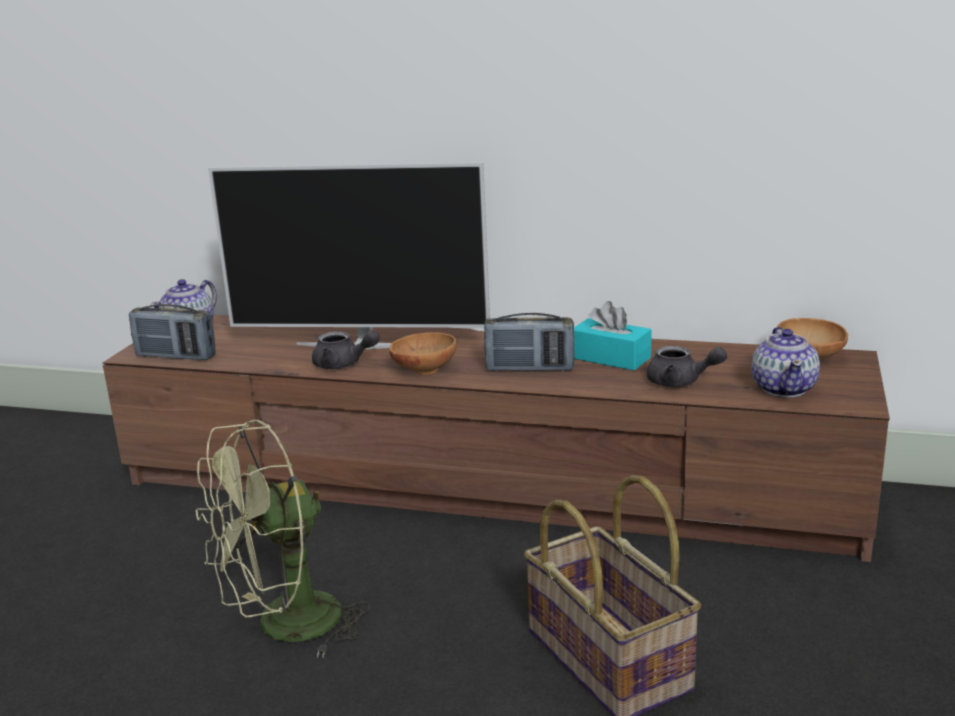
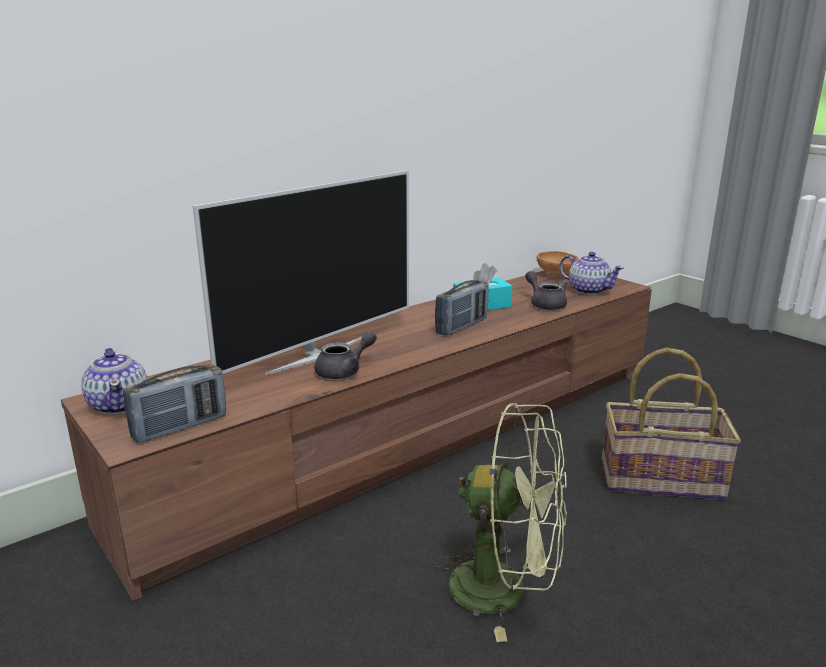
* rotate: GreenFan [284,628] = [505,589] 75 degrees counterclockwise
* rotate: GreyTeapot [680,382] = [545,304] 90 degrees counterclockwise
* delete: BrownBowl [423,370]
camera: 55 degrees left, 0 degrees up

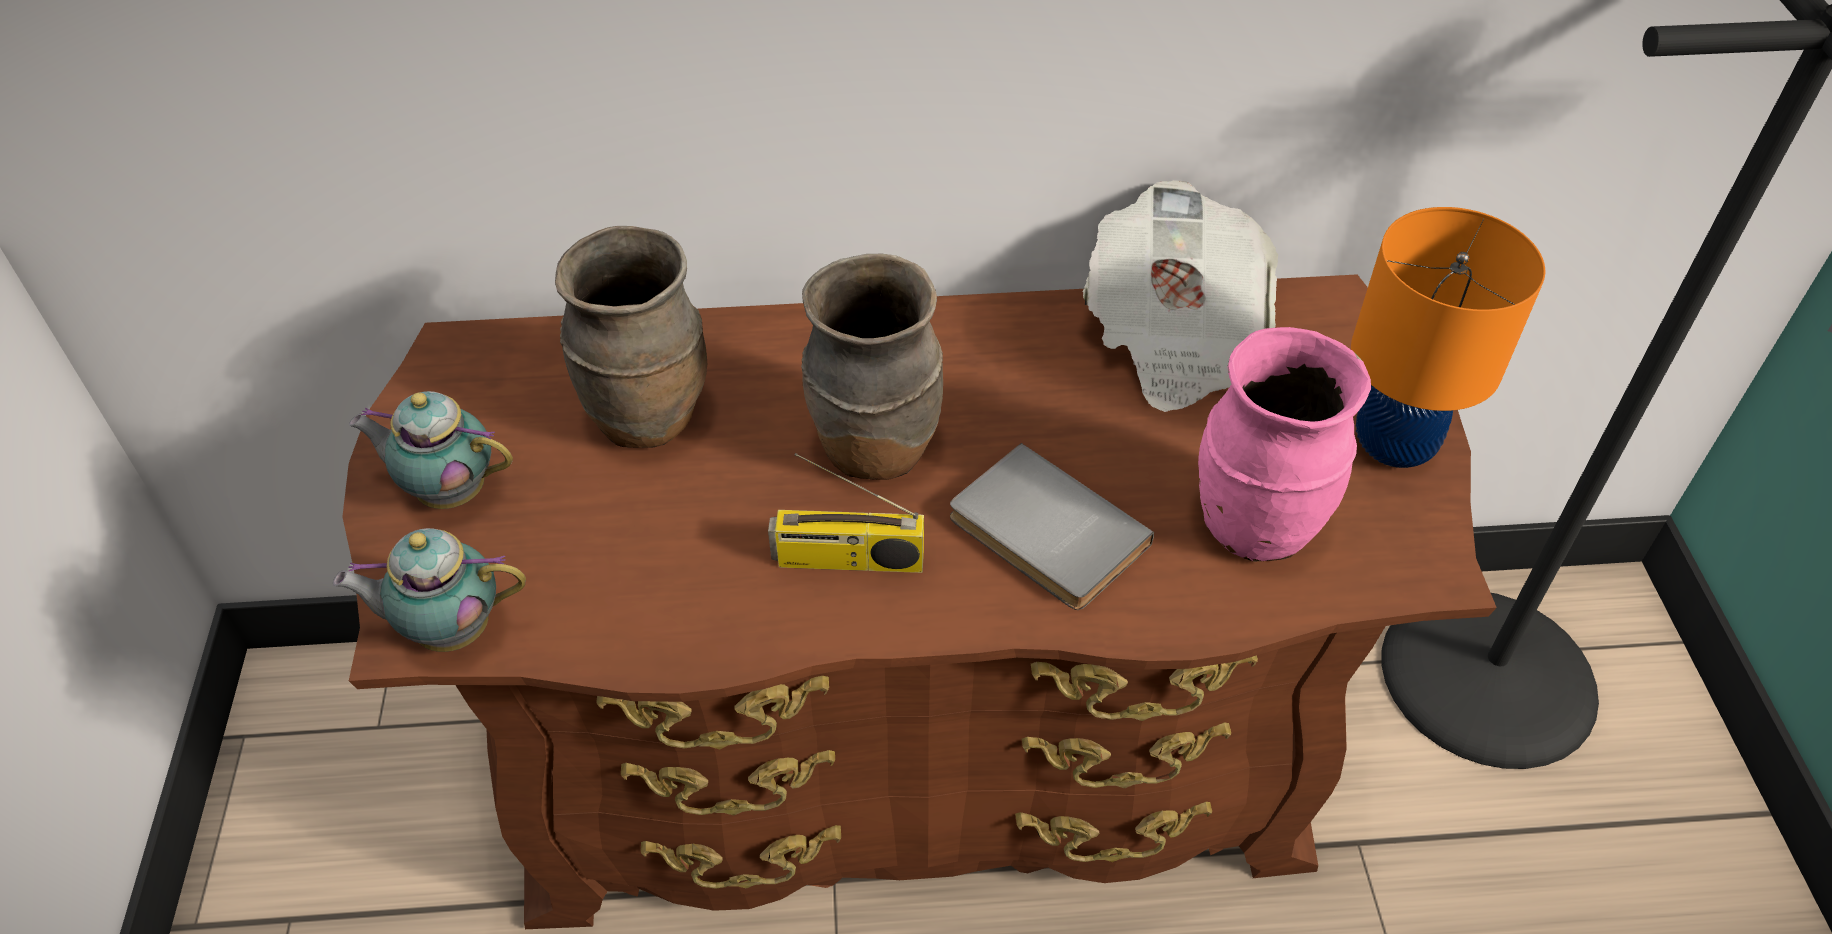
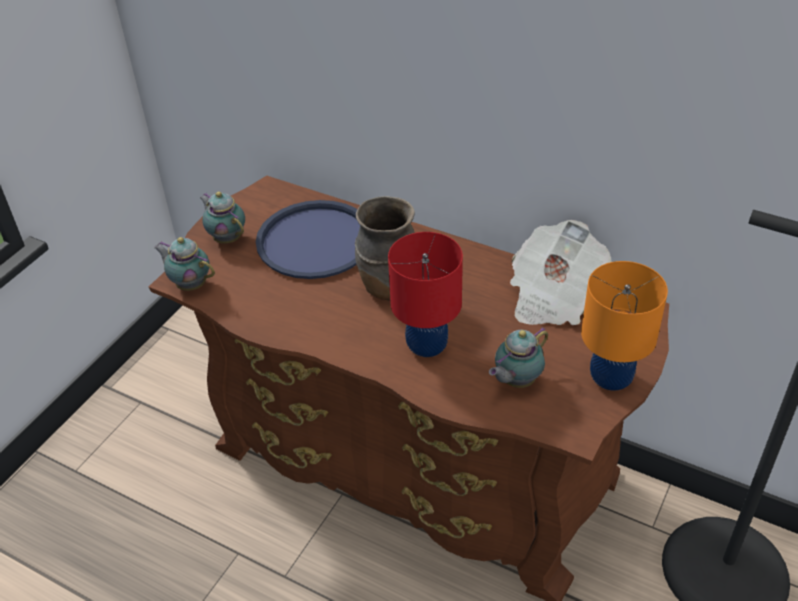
* replace: BrownVase [649,417] to BlueTray [315,240]
* replace: GreyBook [1044,534] to RedTableLamp [425,346]
* replace: PinkVase [1254,524] to Teapot [516,381]
* delete: Radio [847,560]
camera: 35 degrees right, 5 degrees down

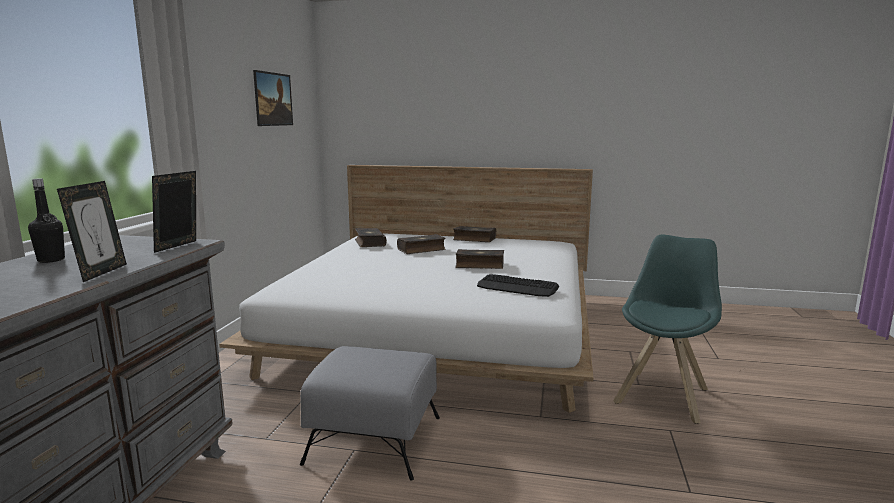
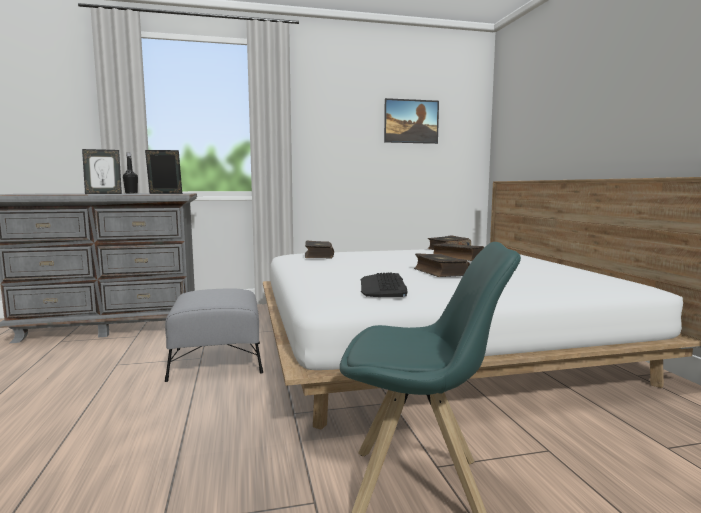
* move: Book [474,239] to [318,256]
camera: 65 degrees right, 5 degrees down

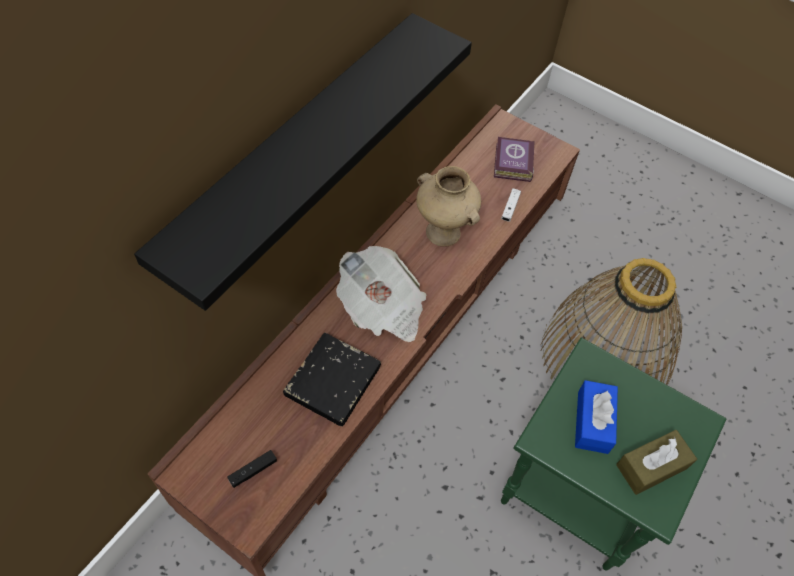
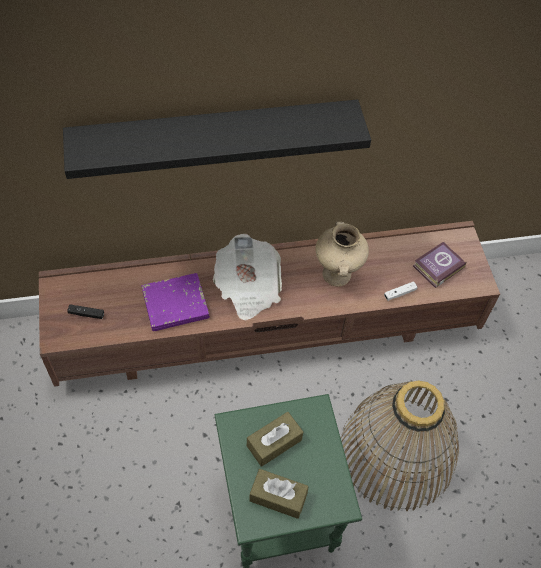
* recolor: BlackBook [333,381] to PurpleBook [175,304]
* recolor: BlueTissueBox [592,422] to BrownTissueBox [274,443]
camera: 45 degrees right, 0 degrees up

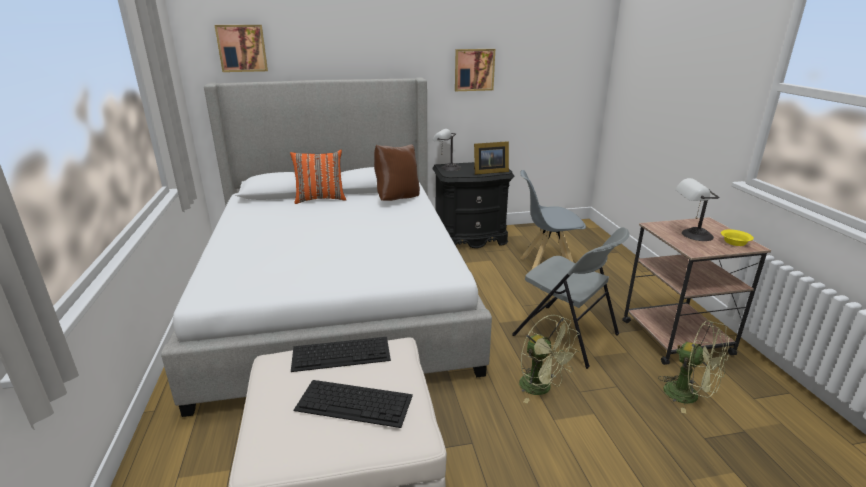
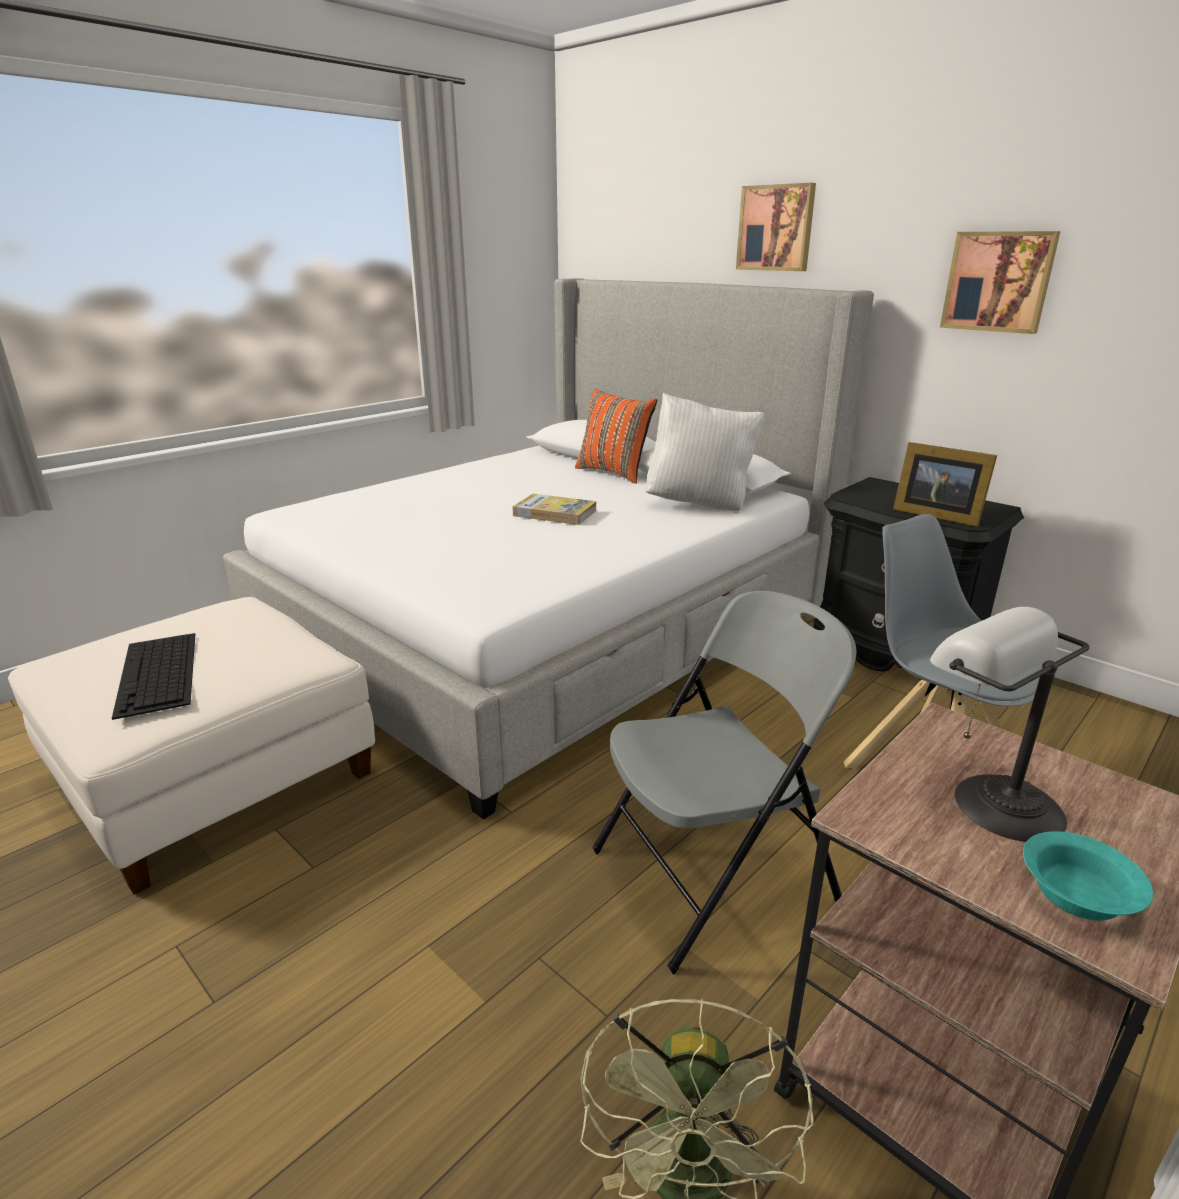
* insert: Book [554,513]
* rotate: GreyChair [565,335] = [713,876] 120 degrees counterclockwise
* recolor: BrownPillow [397,199] to WhitePillow [700,504]
* move: Picture [242,48] to [776,228]
* recolor: YellowBowl [734,242] to TurquoiseBowl [1079,894]
* delete: Keyboard [342,353]
* delete: TableLamp [447,167]
* delete: GreenFan [541,388]
camera: 55 degrees right, 0 degrees up

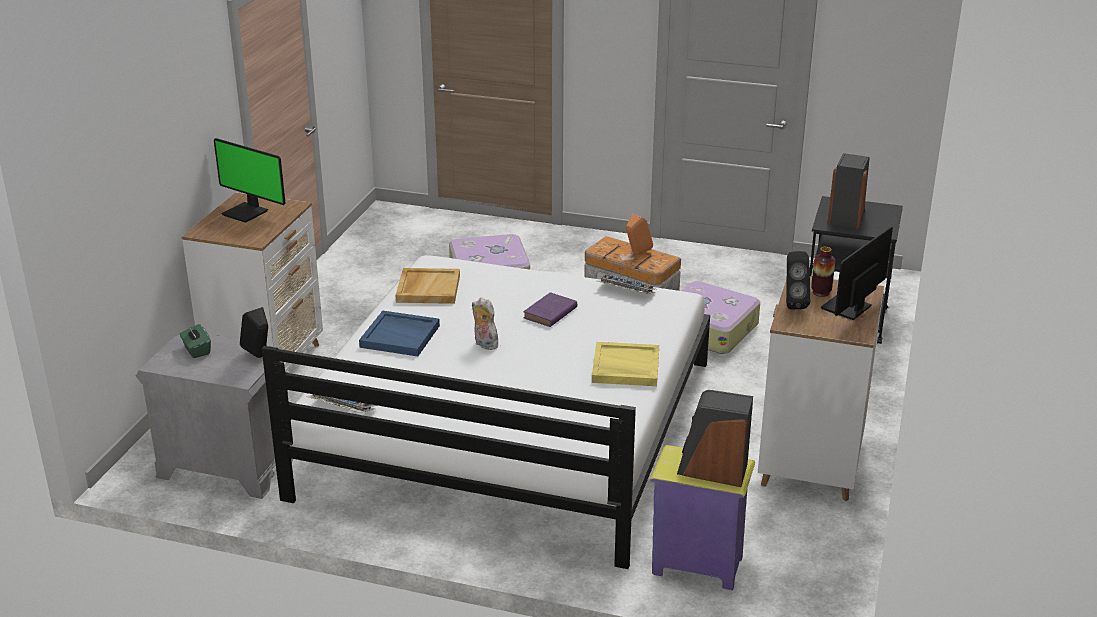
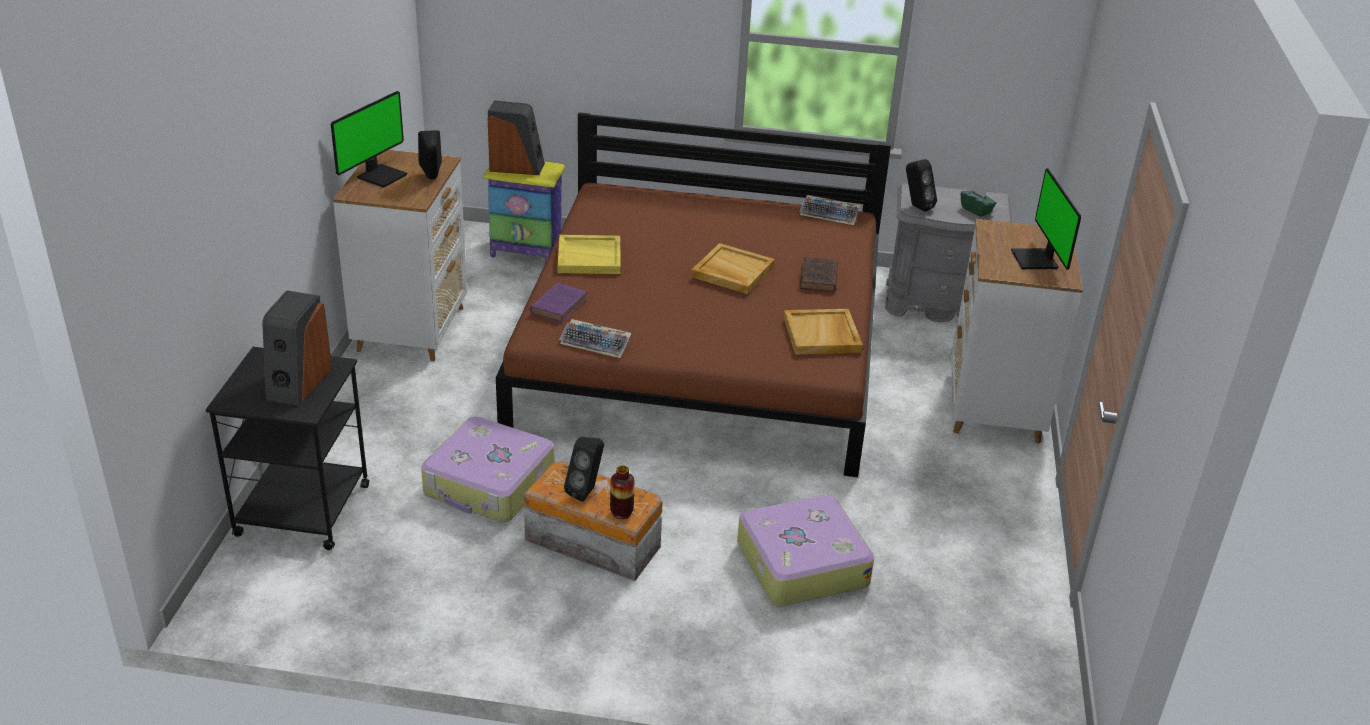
* recolor: WhiteBed [508,427] to BrownBed [703,348]
* move: PurpleBook [549,313] to [559,305]
* recolor: OrangeSpeaker [636,254] to BlackSpeaker [586,491]
* move: Vase [821,292] to [621,513]
* replace: PlushToy [484,344] to BeigeTray [732,271]
* replace: BlueTray [401,336] to BrownBook [818,278]
* rotate: Monitor [247,212] = [1037,260] 120 degrees counterclockwise
camera: 170 degrees right, 5 degrees up

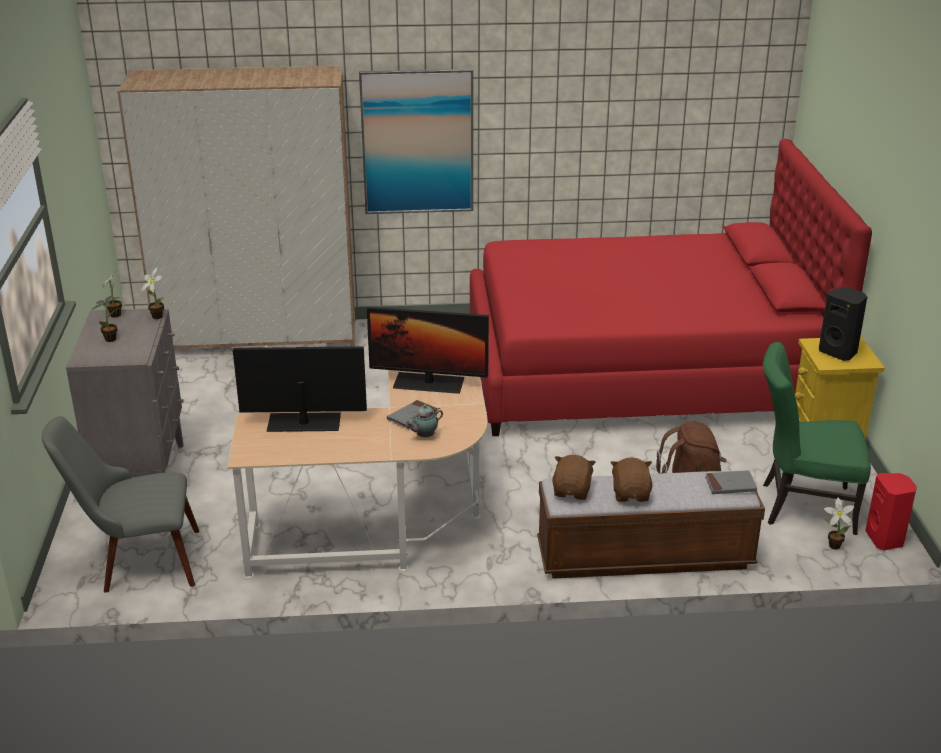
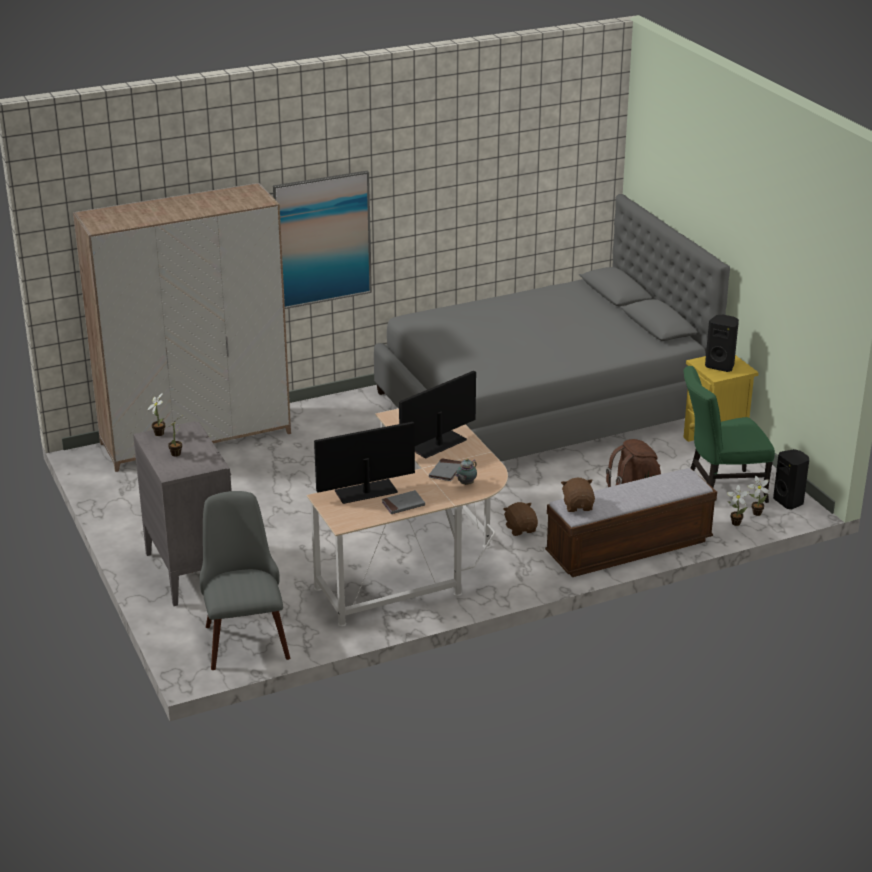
* rotate: GreyChair [136,562] = [244,634] 105 degrees clockwise
* recolor: RedBed [643,369] to GreyBed [544,407]
* move: GreyBook [730,485] to [403,504]
* rotate: Monitor [428,383] = [438,444] 150 degrees clockwise
* move: BrownPlushToy [631,494] to [521,529]
* move: PottedPlant [157,316] to [734,522]
* recolor: RedSpeaker [885,539] to BlackSpeaker [789,501]
camera: 20 degrees left, 0 degrees up

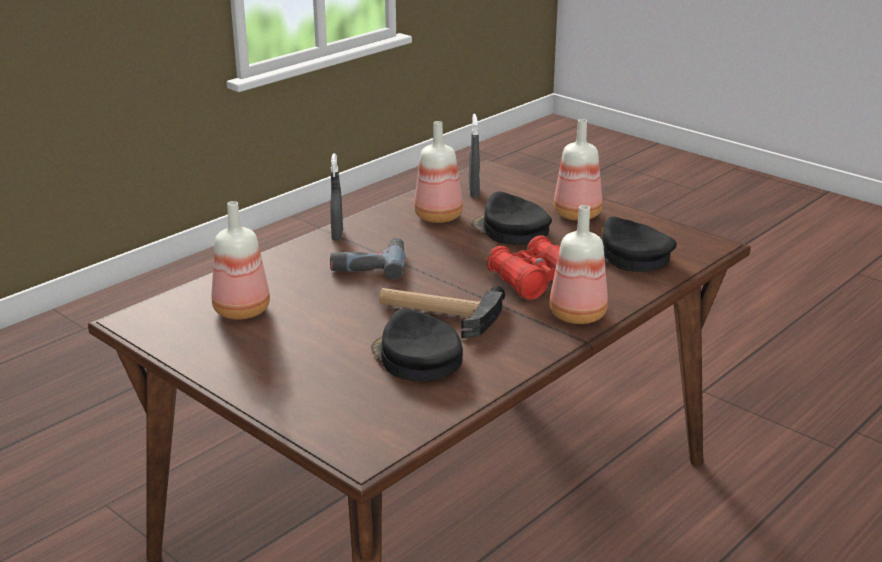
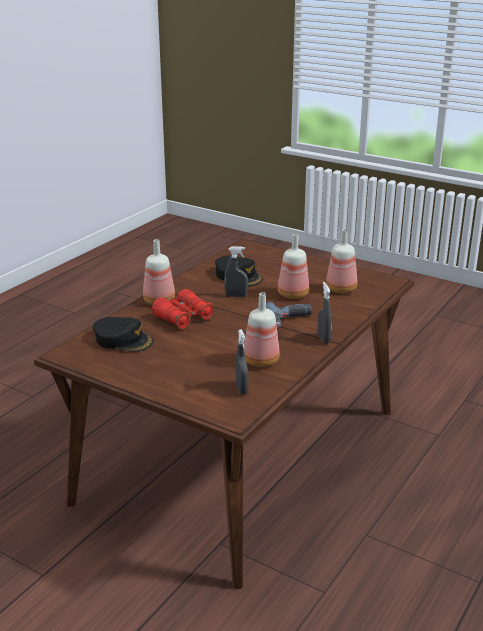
* replace: Hammer [437,313] to GreySprayBottle [236,296]
* move: Bottle [578,214] to [292,295]
* delete: BlackCap [510,230]
camera: 170 degrees right, 0 degrees up

